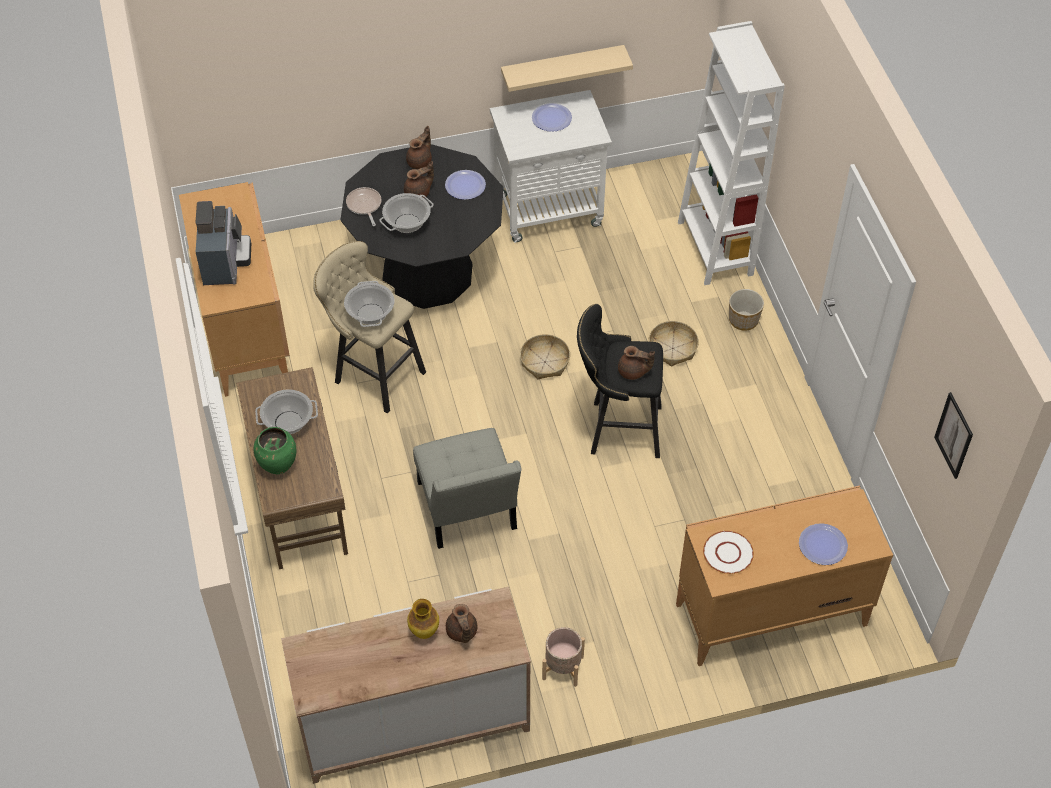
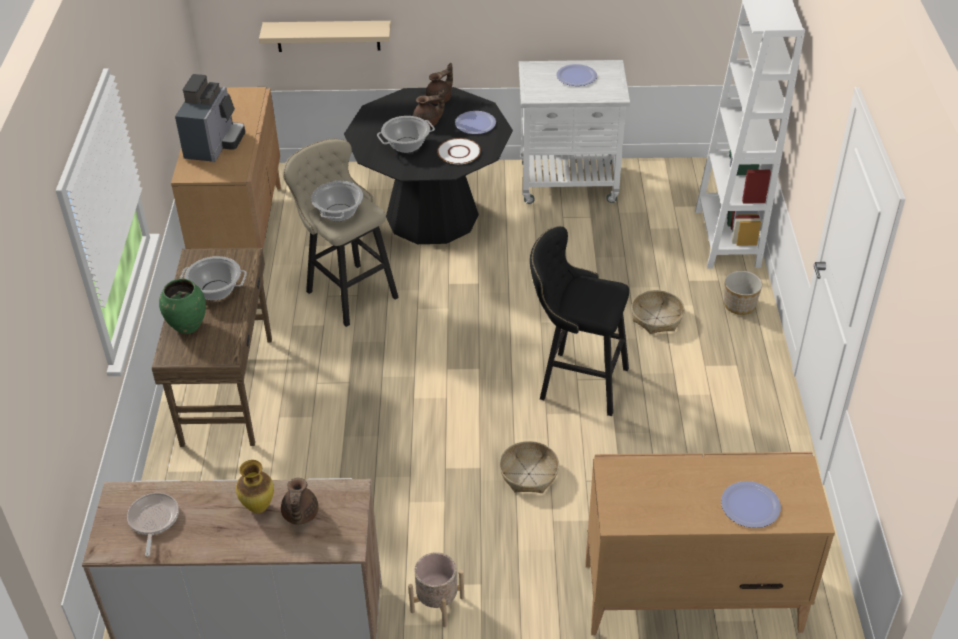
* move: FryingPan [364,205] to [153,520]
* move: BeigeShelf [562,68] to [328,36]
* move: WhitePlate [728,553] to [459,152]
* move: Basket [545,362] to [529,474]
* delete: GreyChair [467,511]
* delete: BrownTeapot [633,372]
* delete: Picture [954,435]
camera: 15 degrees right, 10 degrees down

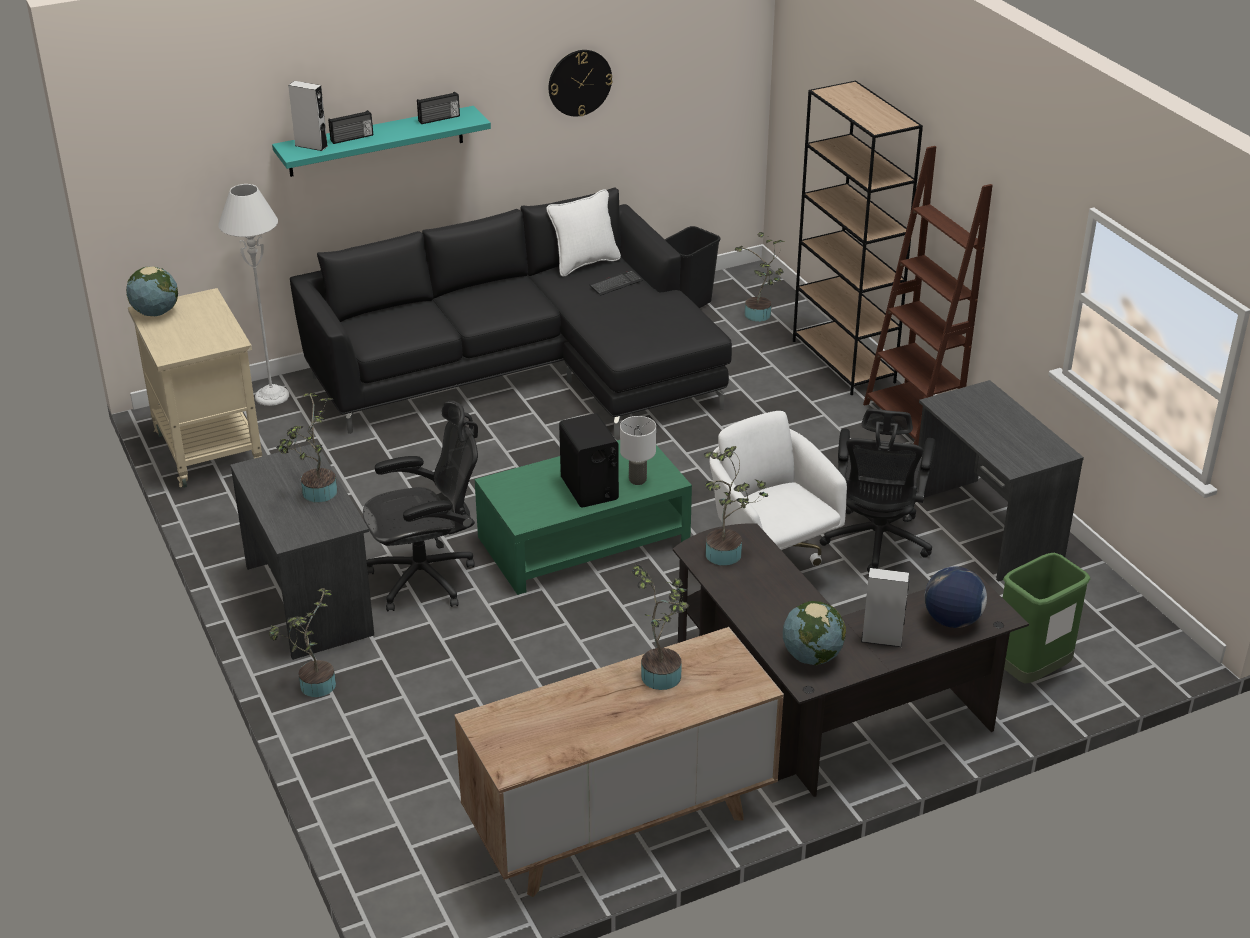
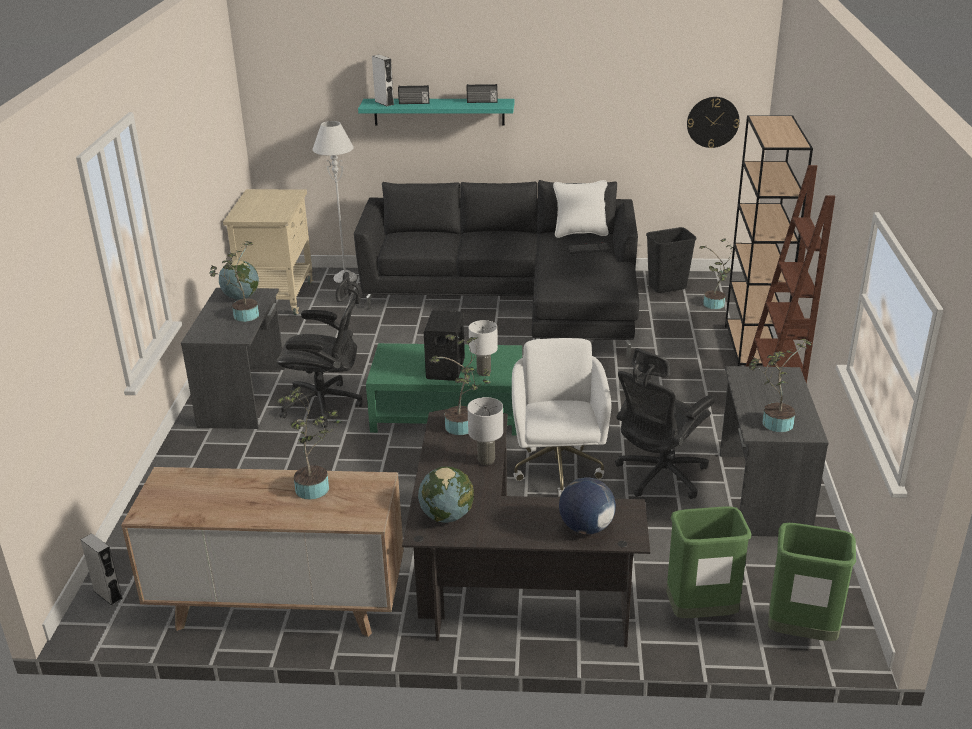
* move: GreySpeaker [881,639] to [108,595]
* move: Globe [155,313] to [241,297]
* insert: WhiteTableLamp [486,460]
* move: WallClock [579,82] to [712,122]
* move: PottedPlant [313,686] to [773,423]
* insert: GreenTrashCan [800,633]
camera: 30 degrees right, 5 degrees down

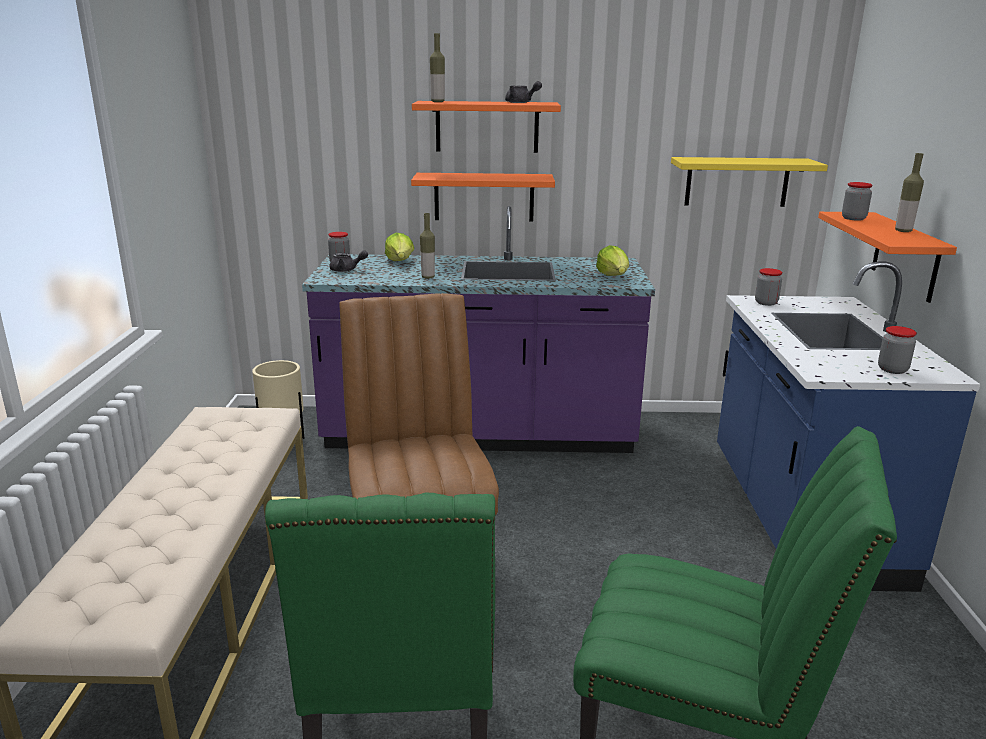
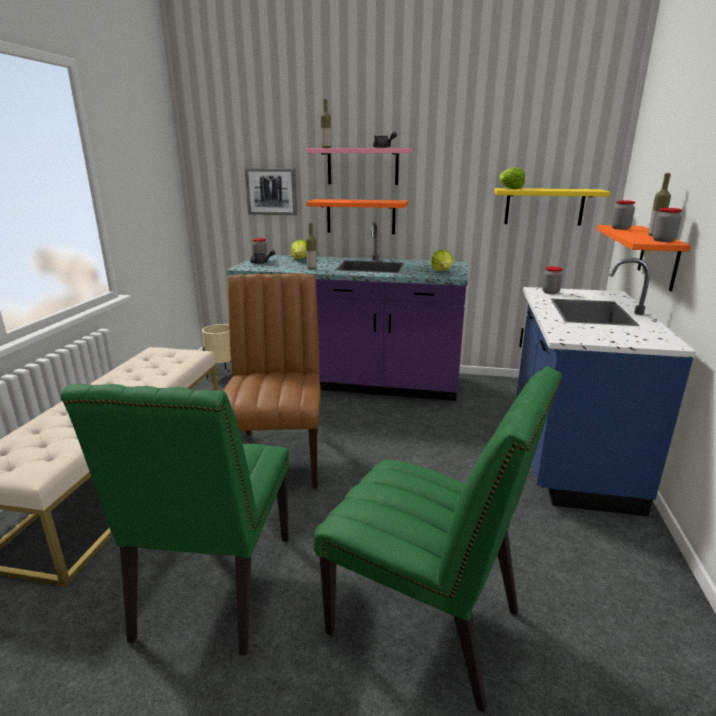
* insert: Picture [271,191]
* recolor: OrangeShelf [487,127] to PinkShelf [362,166]
* insert: Lettuce [509,188]
* move: Jar [892,370] to [663,240]
camera: 10 degrees right, 0 degrees up

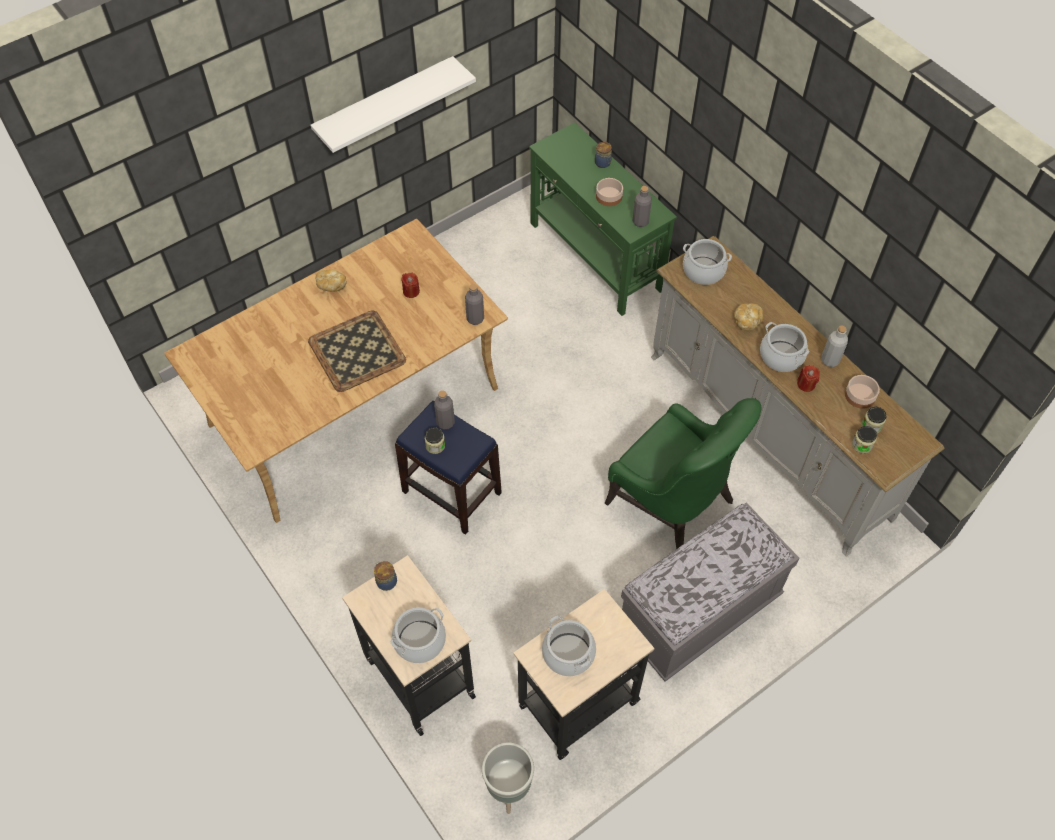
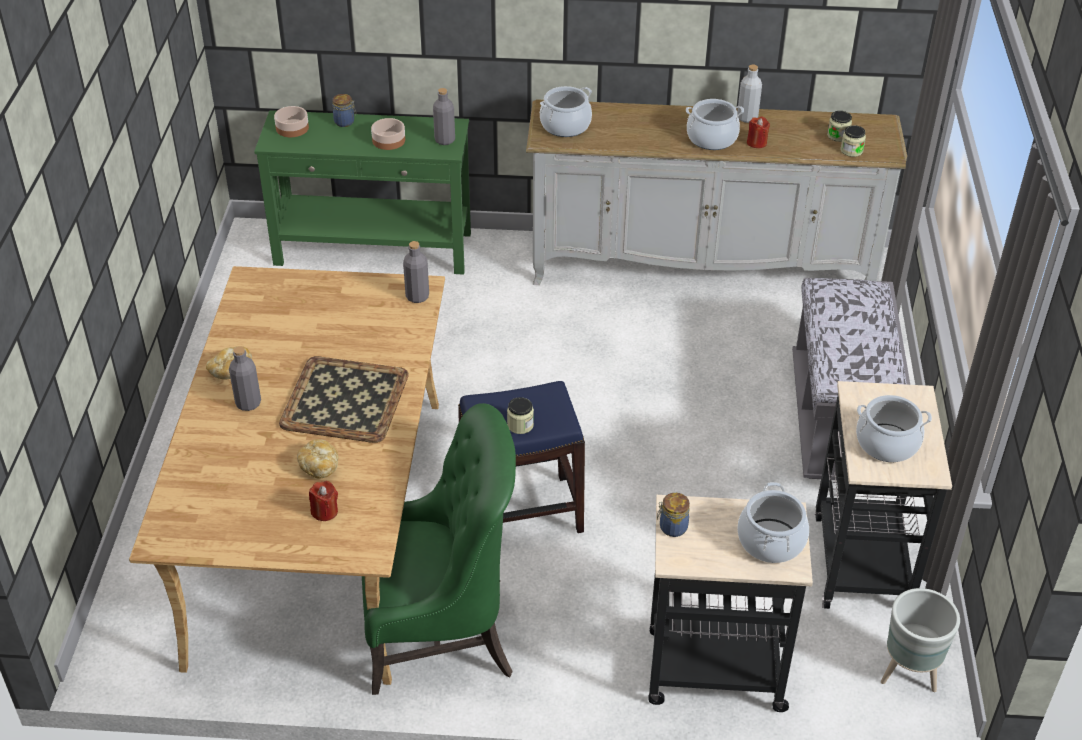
* move: GreyBottle [445,422] to [248,403]
* move: Bowl [859,396] to [292,128]
* move: Bread [747,321] to [319,466]
* move: RedCandle [411,291] to [325,511]
* move: GreenChair [672,502] to [440,631]
* delete: WhiteShelf [385,104]
camera: 50 degrees left, 15 degrees down

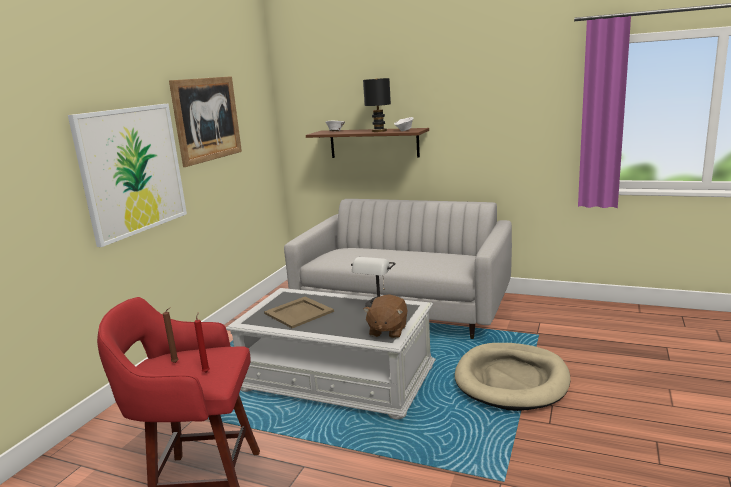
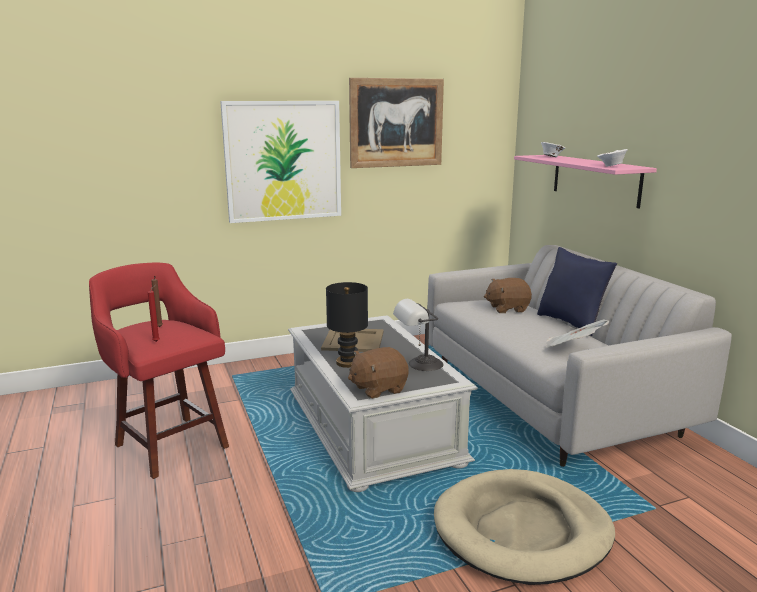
* move: BlackTableLamp [379,131] to [348,362]
* insert: BrownPlushToy [507,309]
* recolor: BrownShelf [373,143] to PinkShelf [595,179]
* insert: BluePillow [571,323]
* insert: Newspaper [572,348]
camera: 45 degrees right, 0 degrees up

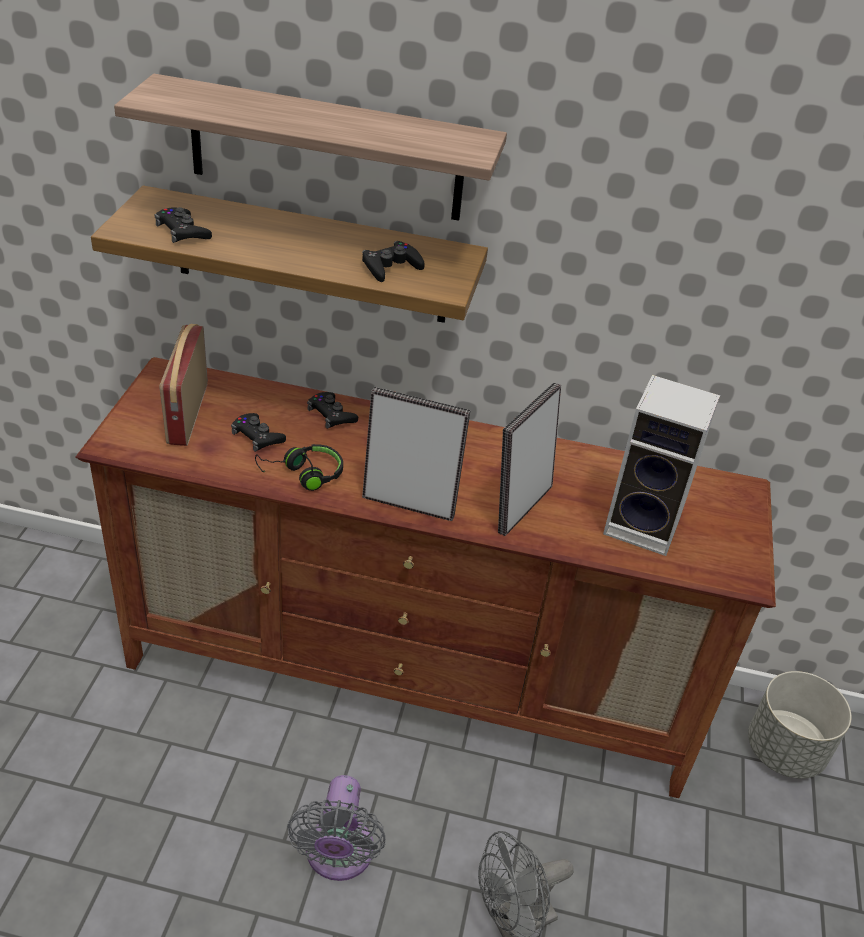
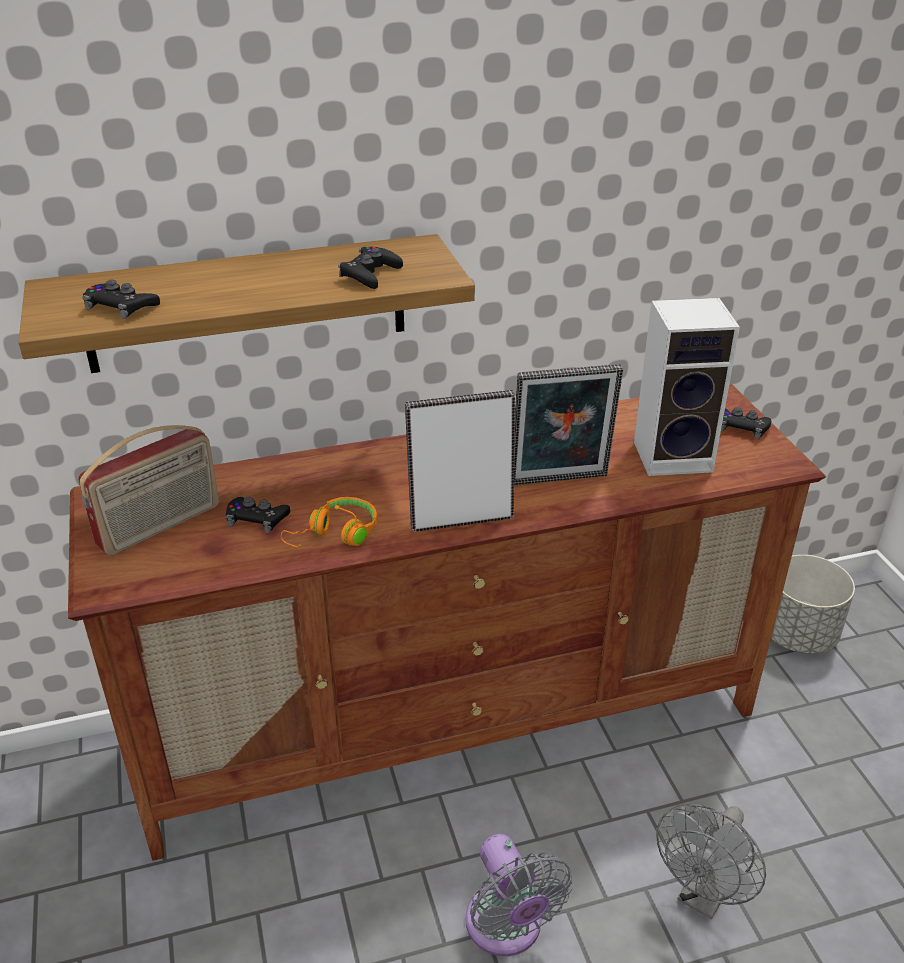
* rotate: Radio [186,413] = [160,526] 105 degrees counterclockwise
* recolor: BlackHeadphones [303,474] to OrangeHeadphones [335,535]
* rotate: PictureFrame [520,506] = [560,482] 105 degrees counterclockwise
* move: BlackGameController [331,415] to [741,427]
* delete: Shelf [326,150]
camera: 25 degrees left, 5 degrees down

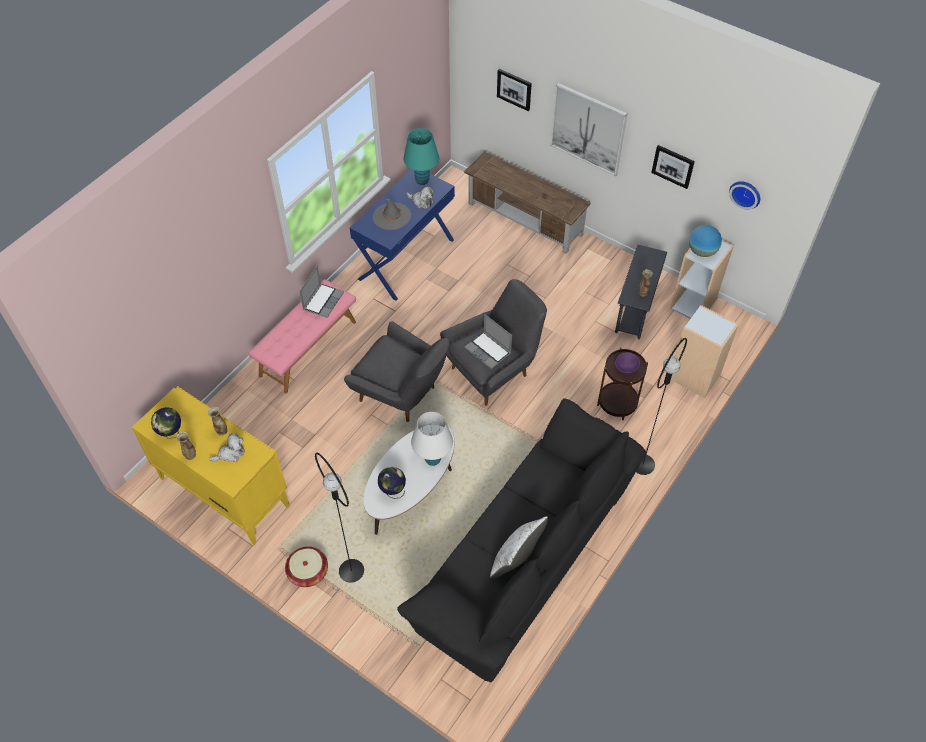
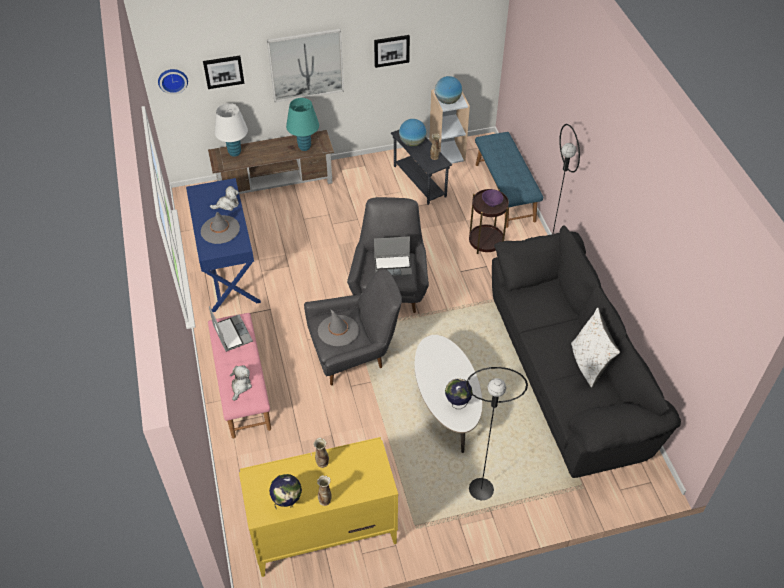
* move: WallClock [746,193] to [172,80]
* move: WhiteTableLamp [432,459] to [234,153]
* move: PlushToy [230,453] to [240,386]
* move: TurquoiseTableLamp [422,180] to [304,147]
* insert: GreyHat [338,330]
* insert: Globe [412,143]
* replace: Bookcase [695,377] to BlueBench [505,192]
* delete: Basket [308,572]
camera: 50 degrees left, 5 degrees down

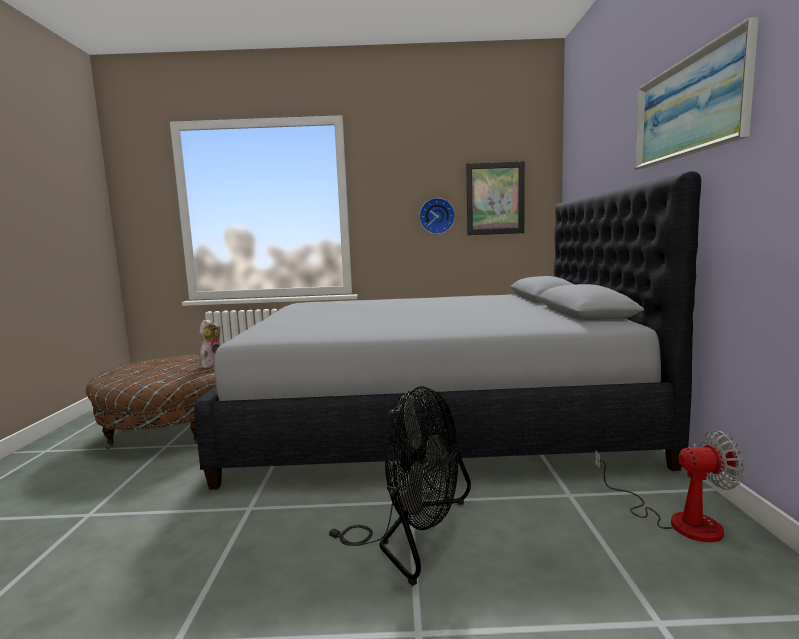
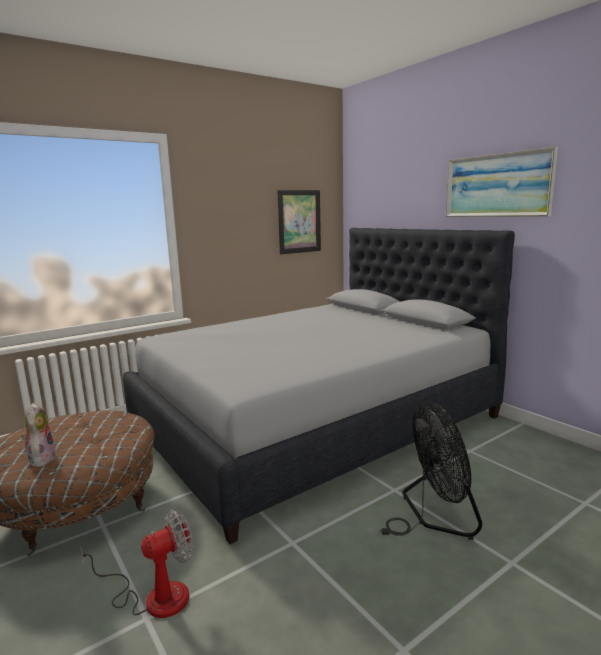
* move: PlushToy [211,364] to [41,459]
* move: Fan [677,520] to [153,596]
* delete: WallClock [436,216]
camera: 35 degrees left, 5 degrees up

